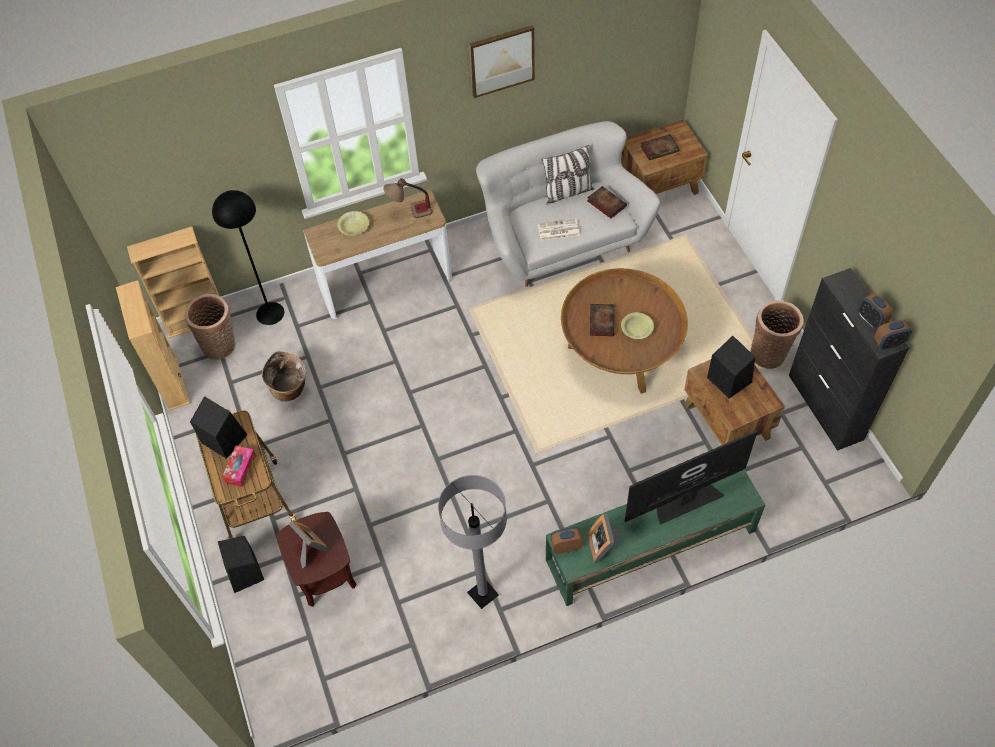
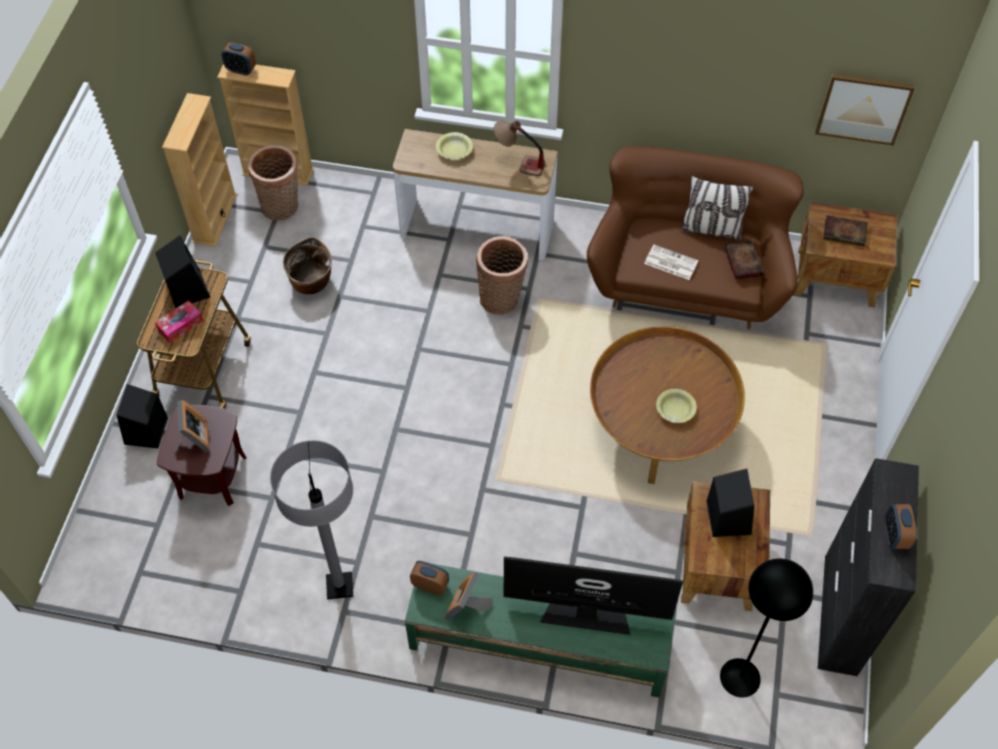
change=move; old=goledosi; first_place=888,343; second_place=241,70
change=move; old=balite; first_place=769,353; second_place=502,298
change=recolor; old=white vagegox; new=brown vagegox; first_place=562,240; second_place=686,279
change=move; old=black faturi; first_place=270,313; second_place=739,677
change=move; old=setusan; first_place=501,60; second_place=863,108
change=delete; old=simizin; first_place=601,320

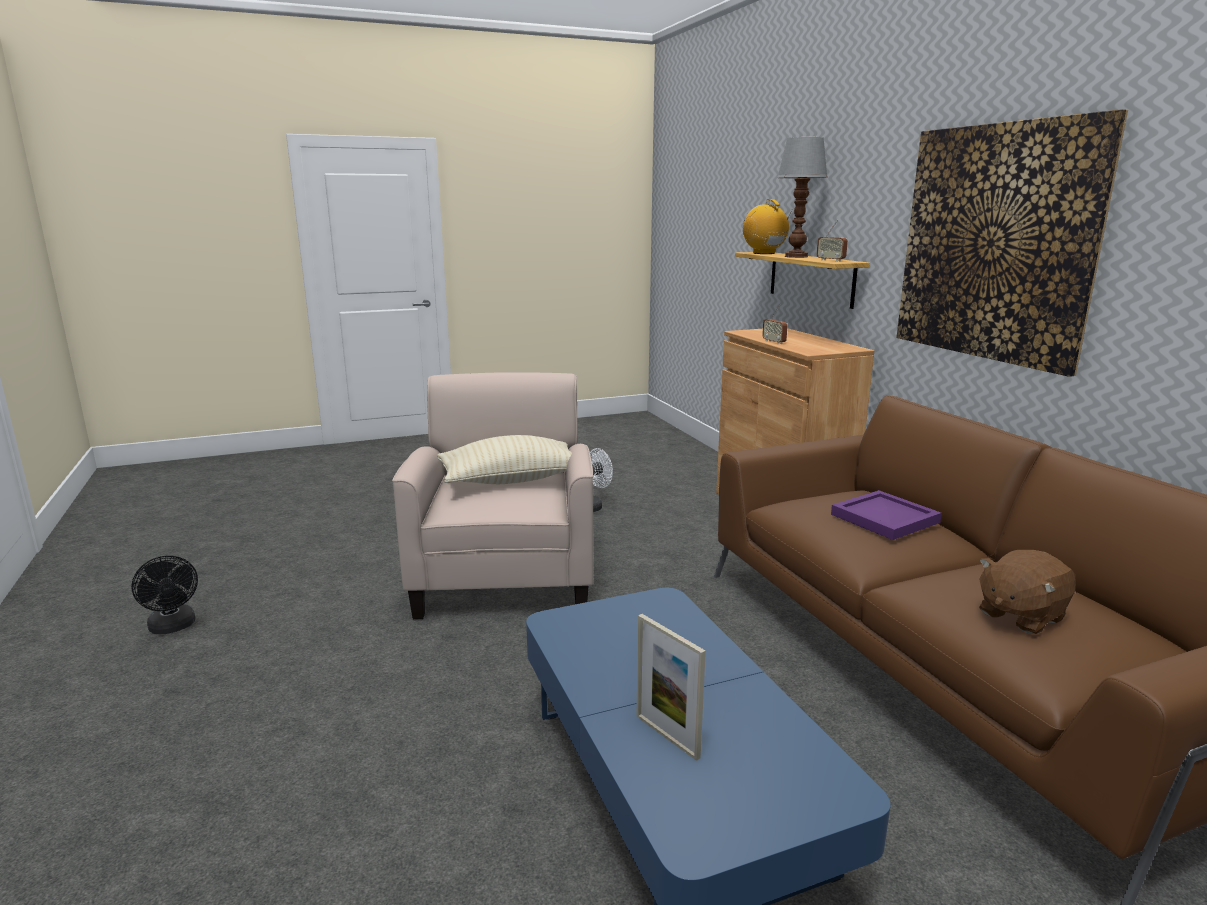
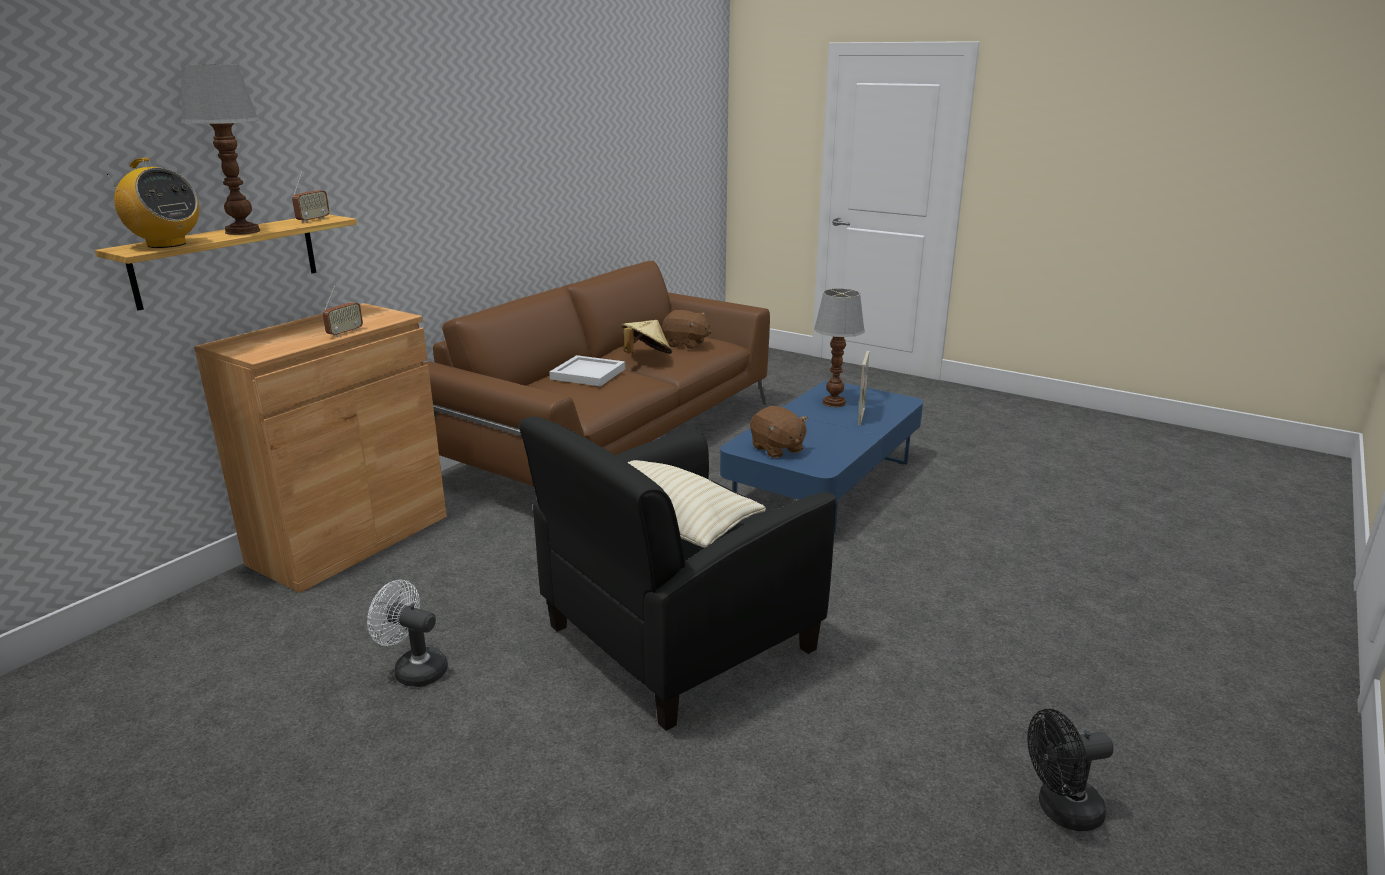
change=rotate; old=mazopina; first_place=764,253; second_place=166,244; degrees=-90
change=recolor; old=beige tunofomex; new=black tunofomex; first_place=505,577; second_place=677,639
change=recolor; old=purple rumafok; new=white rumafok; first_place=885,519; second_place=589,374
change=insert; new=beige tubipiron; second_place=646,356
change=insert; new=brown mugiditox; second_place=777,449
change=insert; new=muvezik; second_place=834,402
change=rotate; old=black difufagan; first_place=173,627; second_place=1060,810; degrees=-120
change=delete; old=setusan; first_place=995,243

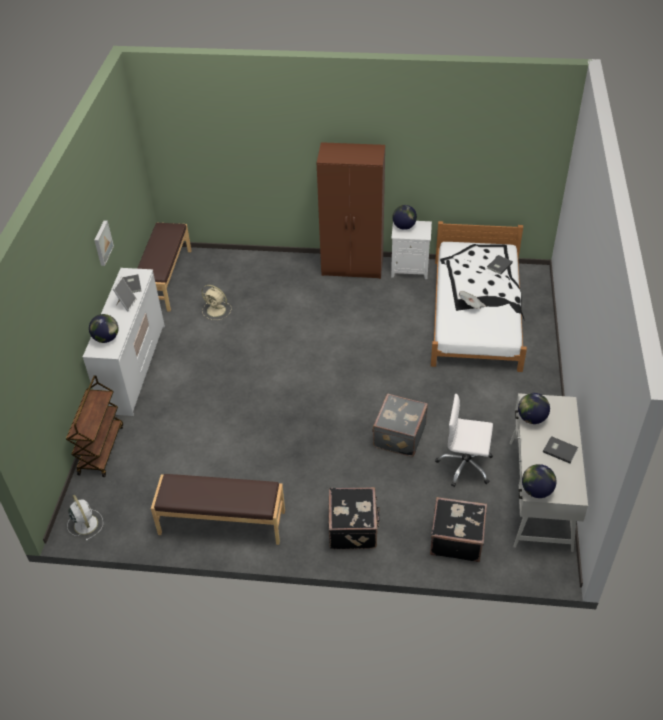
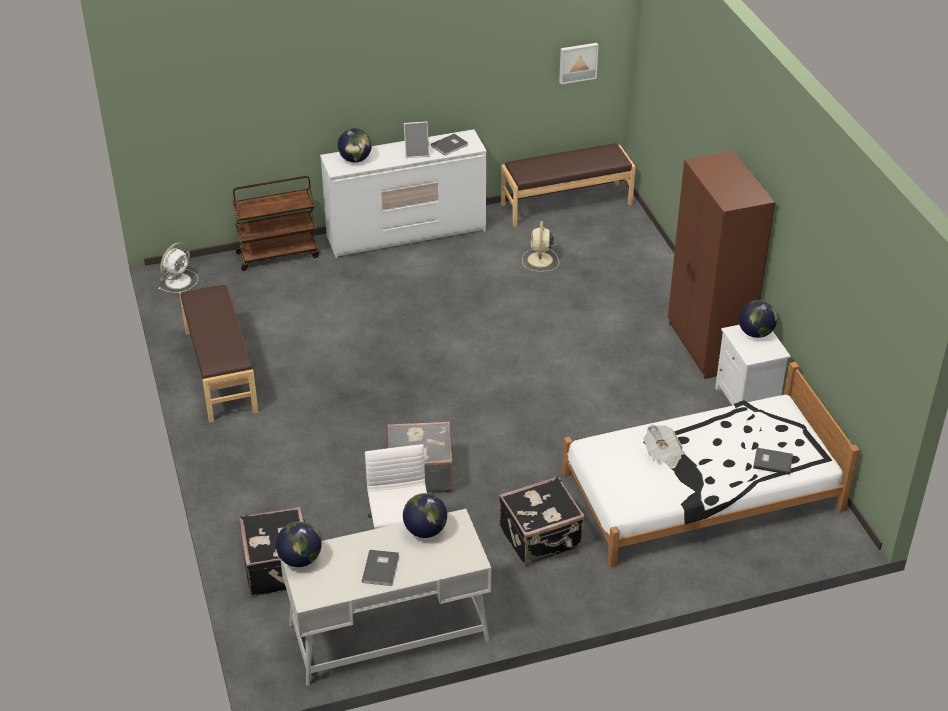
change=move; old=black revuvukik; first_place=354,528; second_place=541,538
change=move; old=setusan; first_place=102,243; second_place=577,62

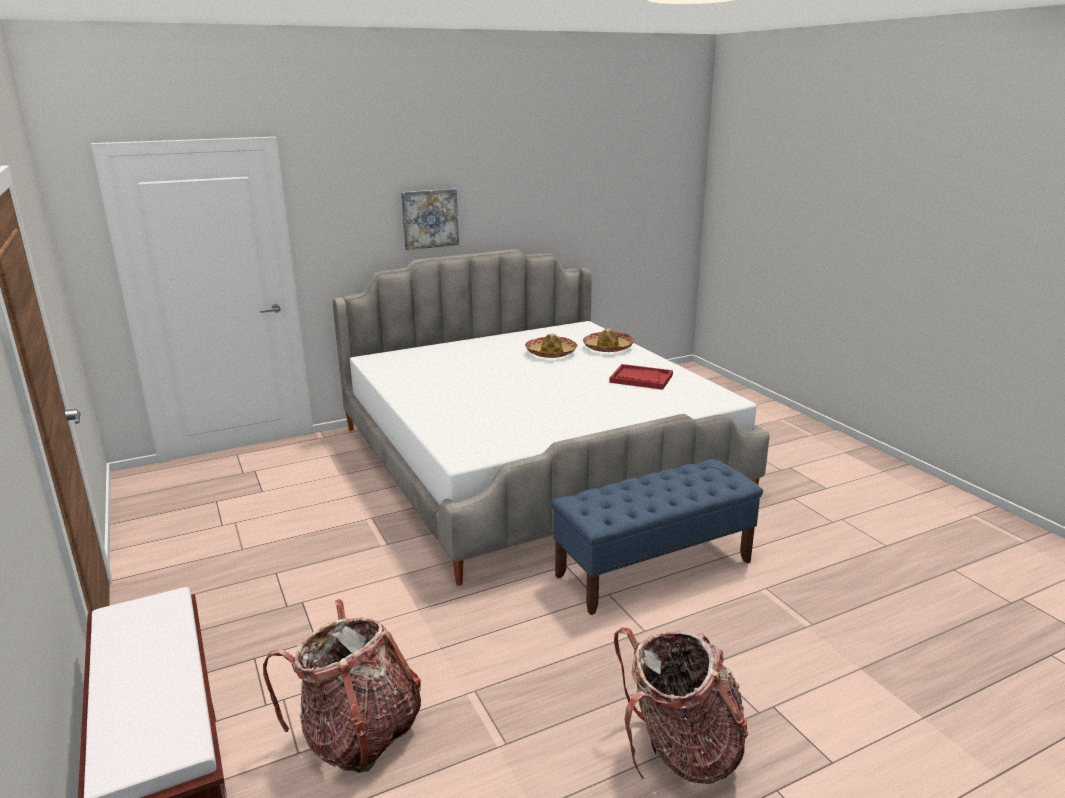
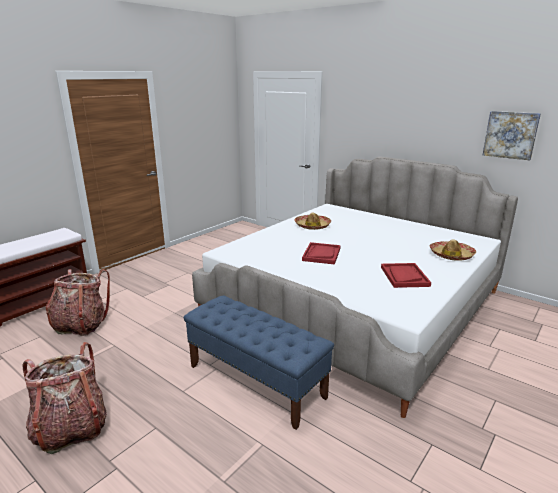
change=move; old=tubipiron; first_place=551,353; second_place=312,226
change=insert; new=red rumafok; second_place=321,254
change=move; old=setusan; first_place=429,218; second_place=510,135

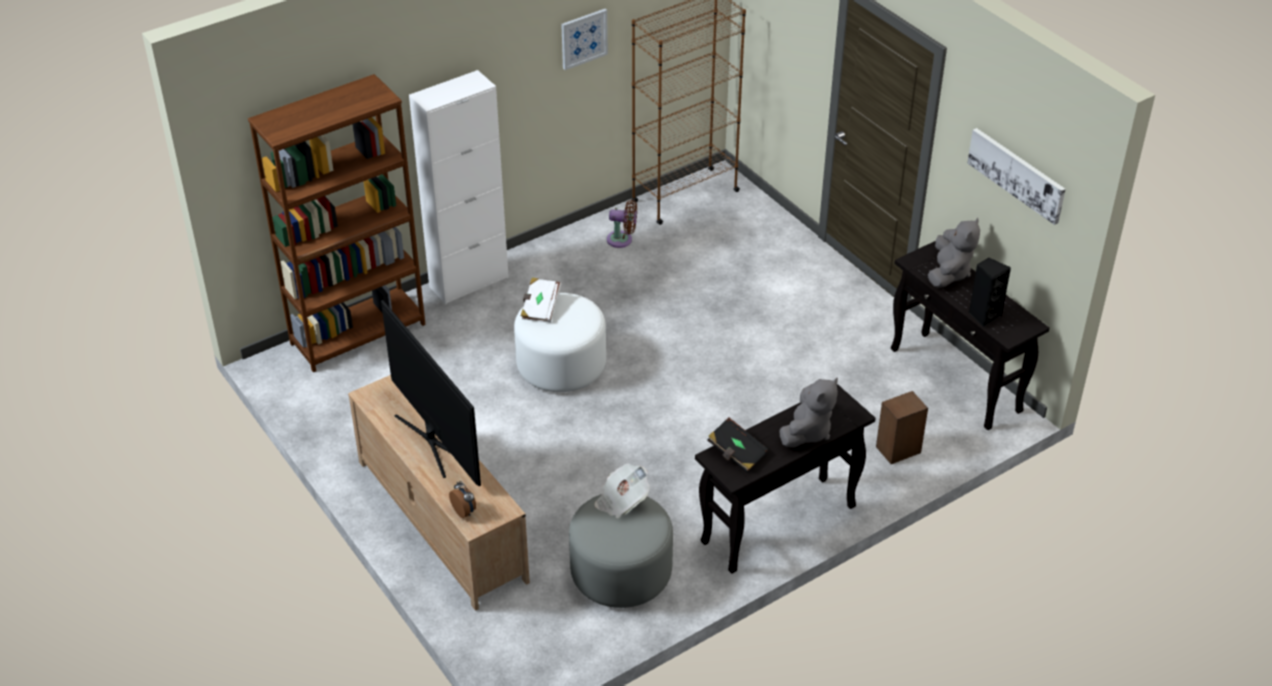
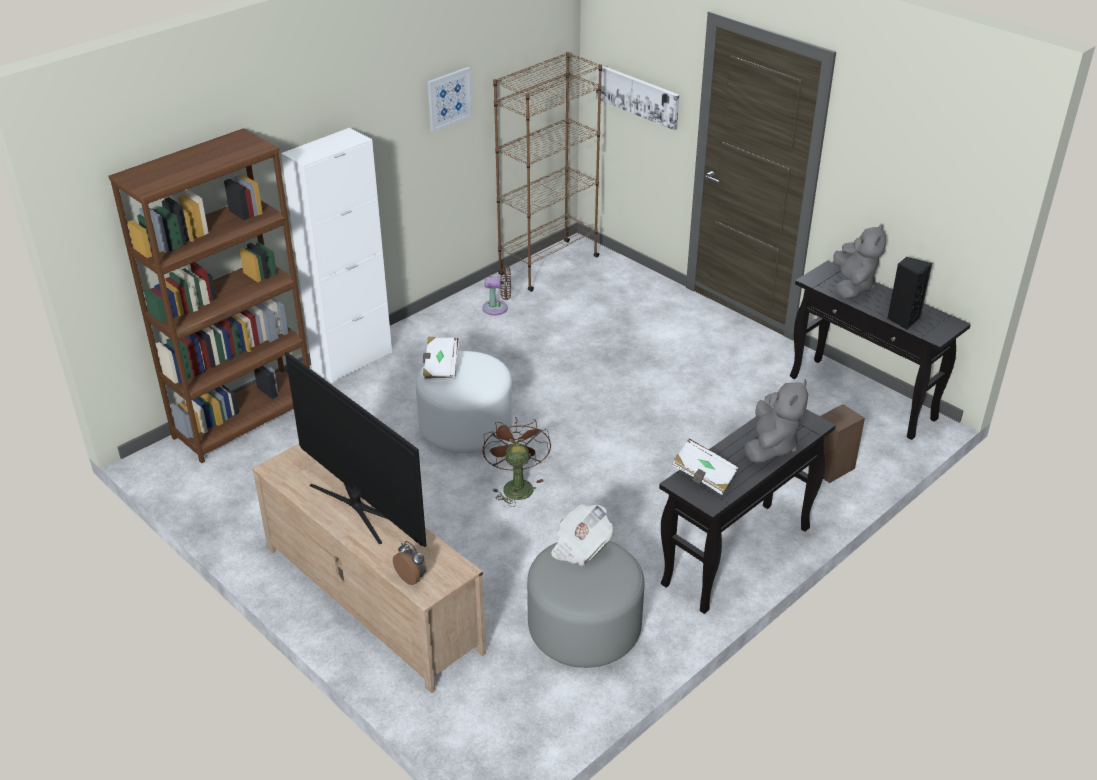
change=insert; new=brown difufagan; second_place=516,485
change=move; old=setusan; first_place=1017,174; second_place=638,96
change=recolor; old=black simizin; new=white simizin; first_place=736,453; second_place=704,476

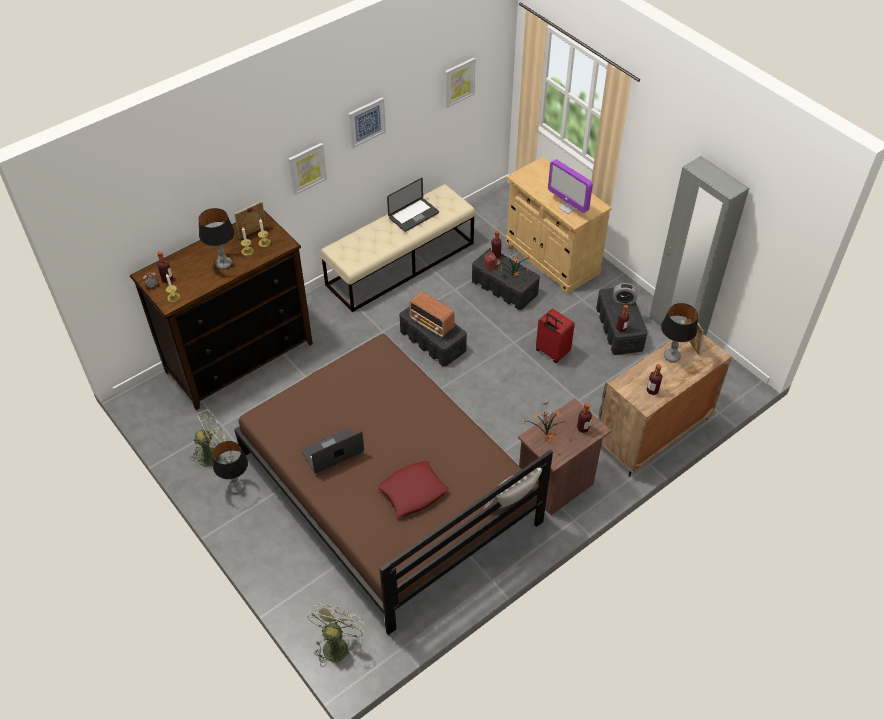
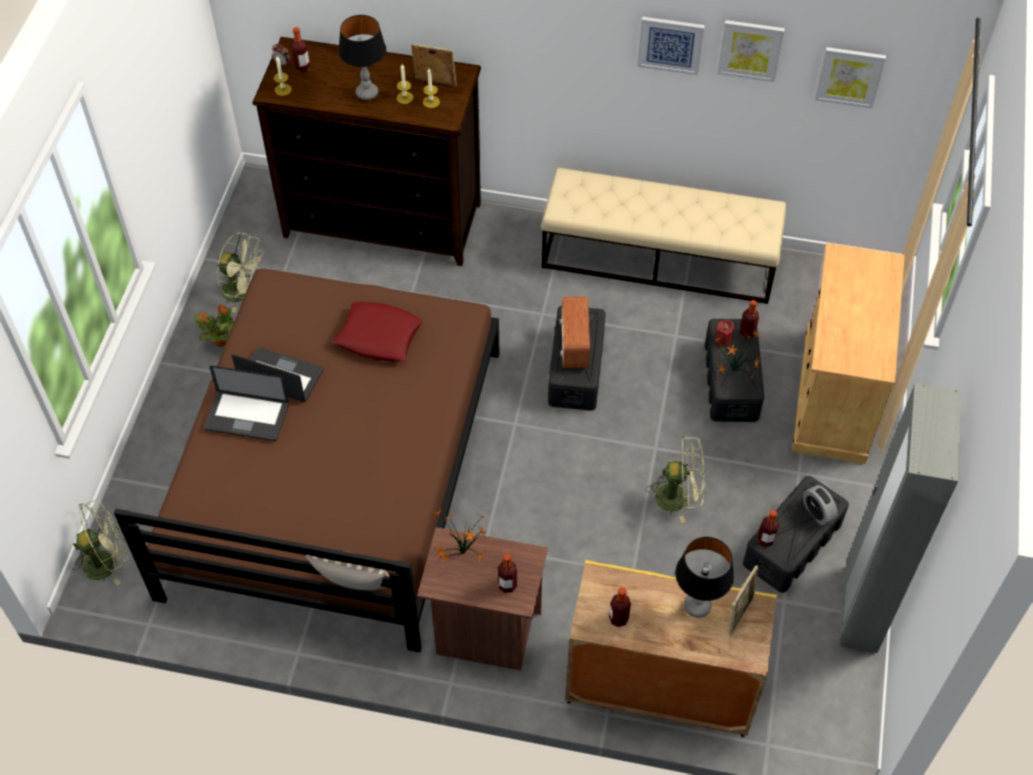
change=replace; old=muvezik; new=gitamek; first_place=237,487; second_place=220,341
change=move; old=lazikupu; first_place=413,215; second_place=247,417
change=move; old=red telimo; first_place=413,492; second_place=378,337
change=recolor; old=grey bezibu; new=yellow bezibu; first_place=652,433; second_place=659,687
change=replace; old=red revuvukik; new=green difufagan; first_place=551,352; second_place=679,497
change=move; old=setusan; first_place=307,168; second_place=750,50
change=delete; old=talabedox; first_place=568,207

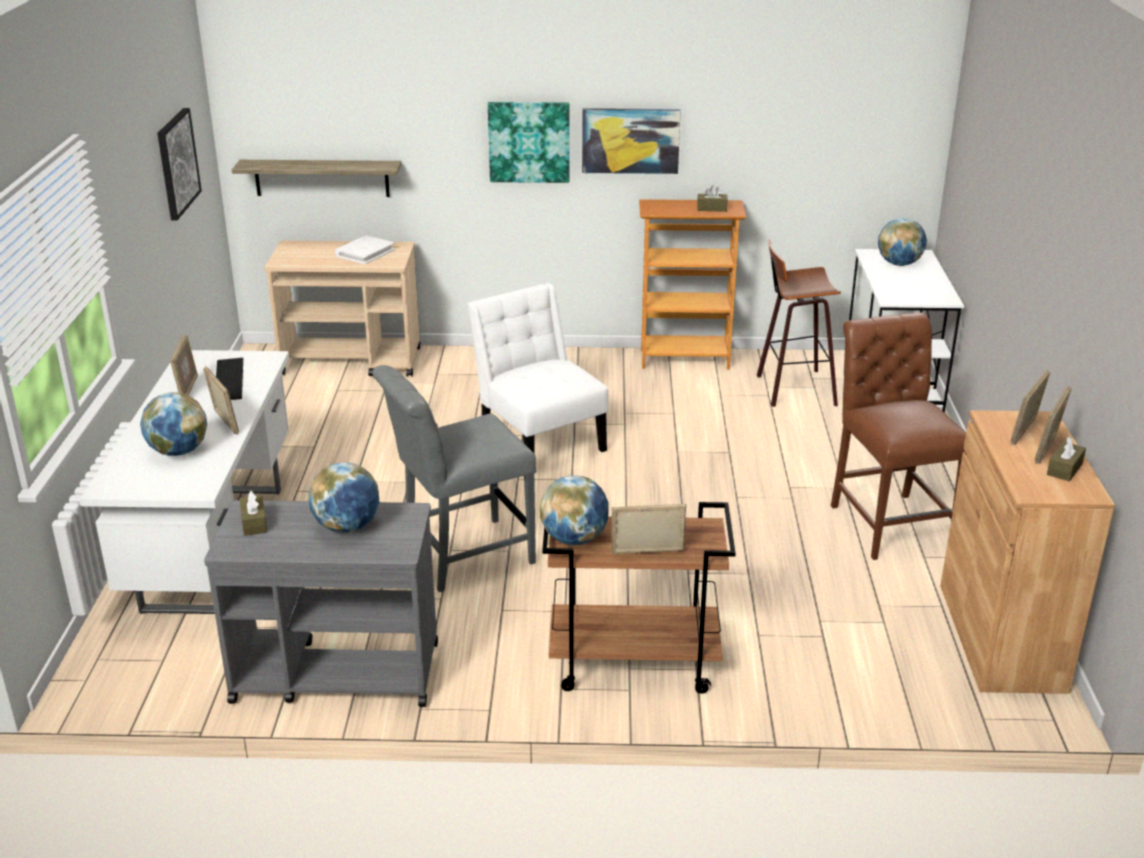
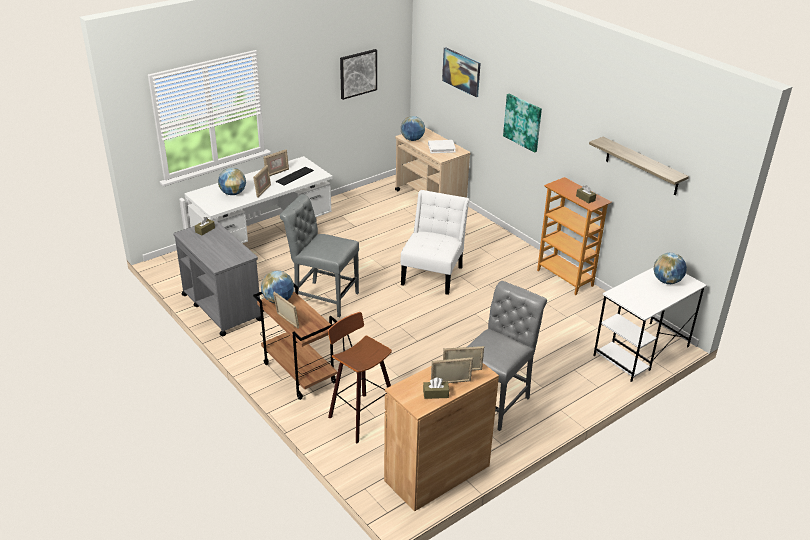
change=move; old=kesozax; first_place=793,389; second_place=360,416
change=move; old=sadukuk; first_place=347,527; second_place=412,139
change=move; old=setusan; first_place=630,140; second_place=461,71
change=recolor; old=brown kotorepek; new=grey kotorepek; first_place=888,521; second_place=496,401
change=move; old=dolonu; first_place=322,178; second_place=642,166

